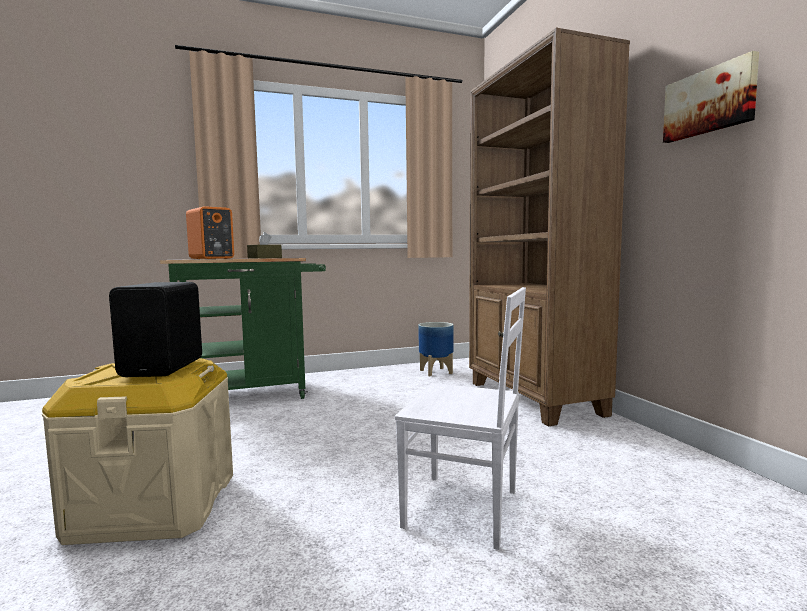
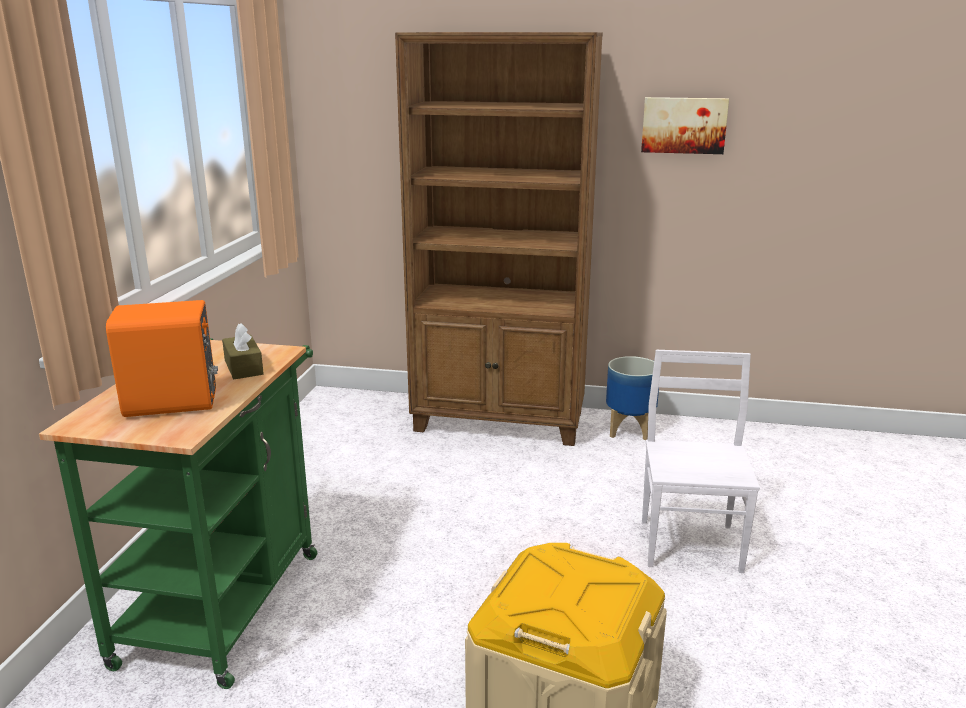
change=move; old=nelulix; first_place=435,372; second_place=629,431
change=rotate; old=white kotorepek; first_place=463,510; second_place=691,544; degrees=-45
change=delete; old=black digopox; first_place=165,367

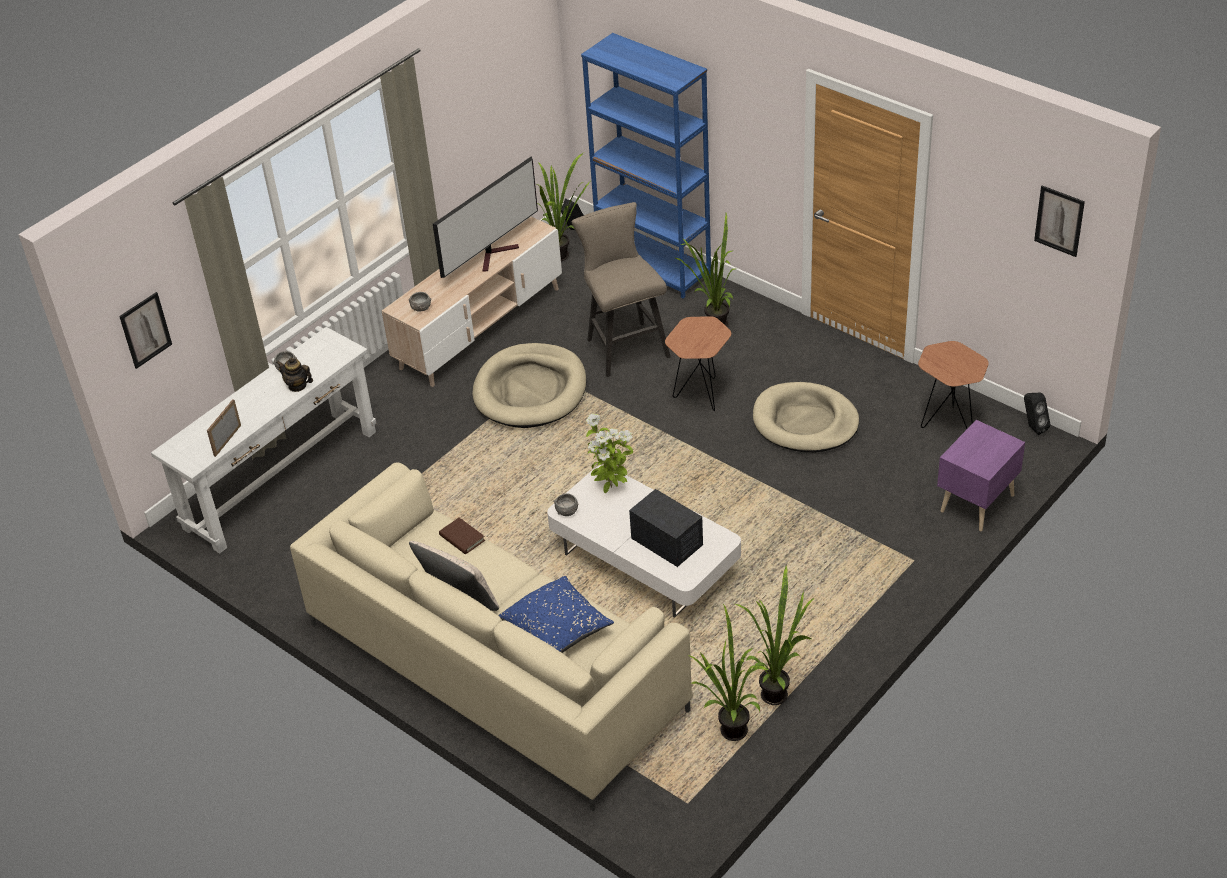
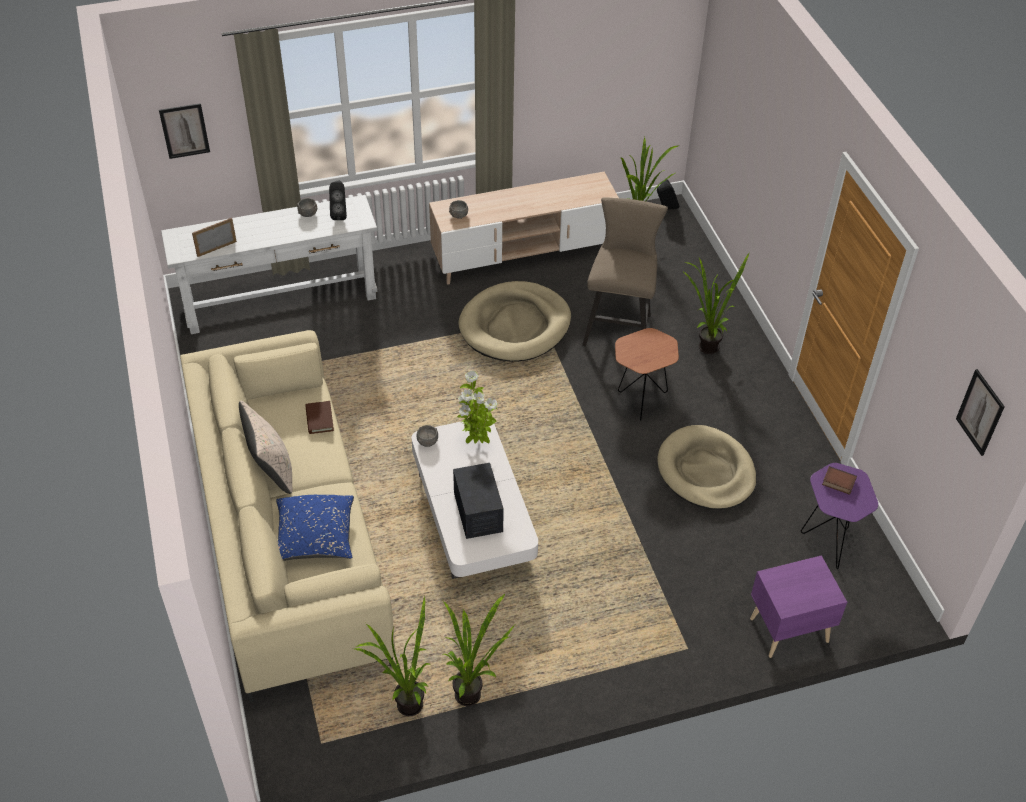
change=move; old=black digopox; first_place=1033,427; second_place=340,214
change=recolor; old=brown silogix; new=purple silogix; first_place=947,423; second_place=827,541
change=insert; new=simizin; second_place=838,483
change=delete; old=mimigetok; first_place=297,386
change=delete; old=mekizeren; first_place=495,254
change=delete; old=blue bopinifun; first_place=654,267

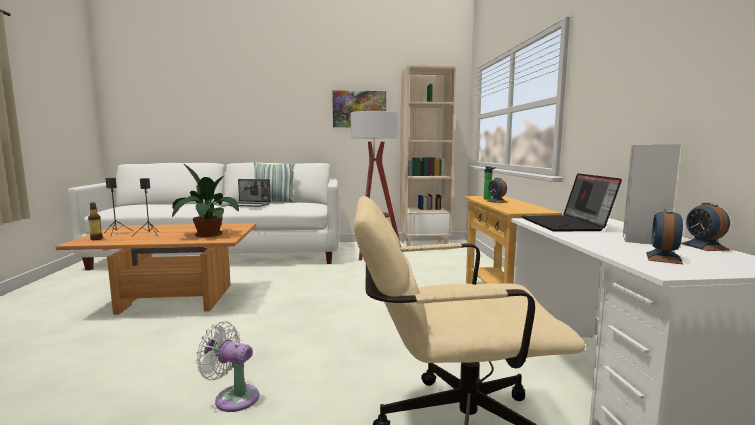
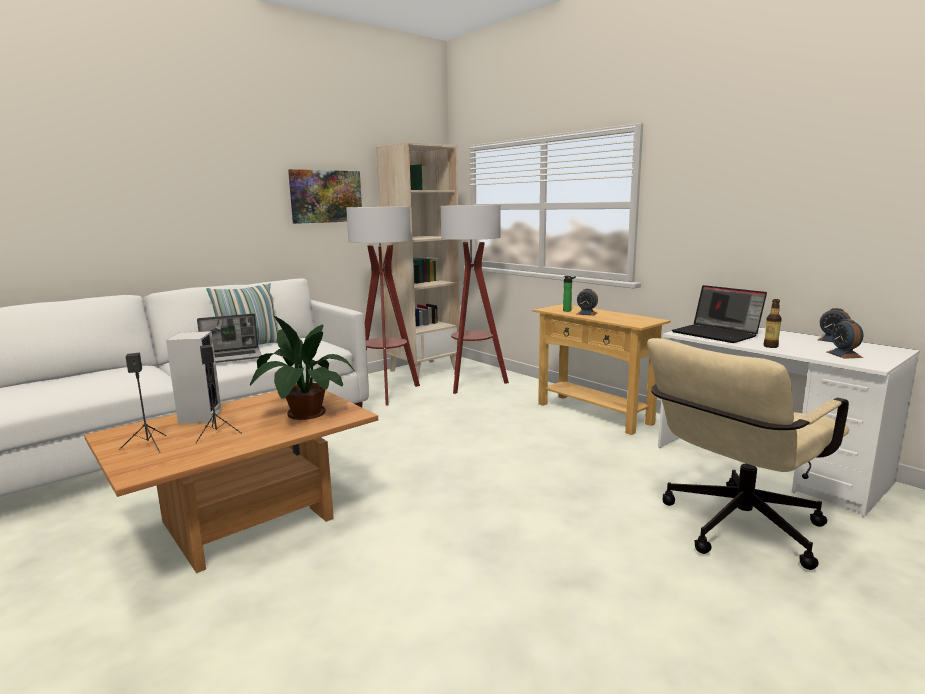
change=move; old=digopox; first_place=642,239; second_place=200,416
change=insert; new=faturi; second_place=472,383
change=move; old=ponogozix; first_place=96,239; second_place=770,346
change=delete; old=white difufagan; first_place=233,397

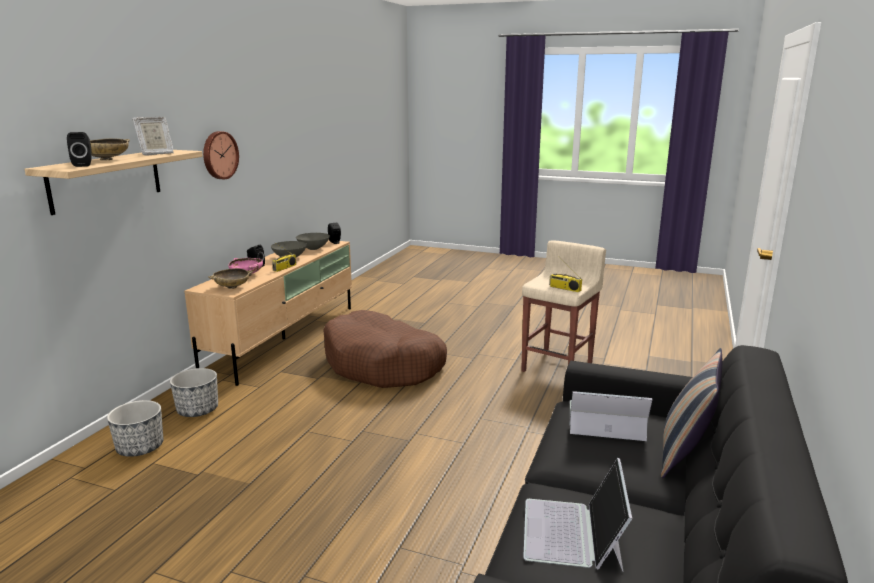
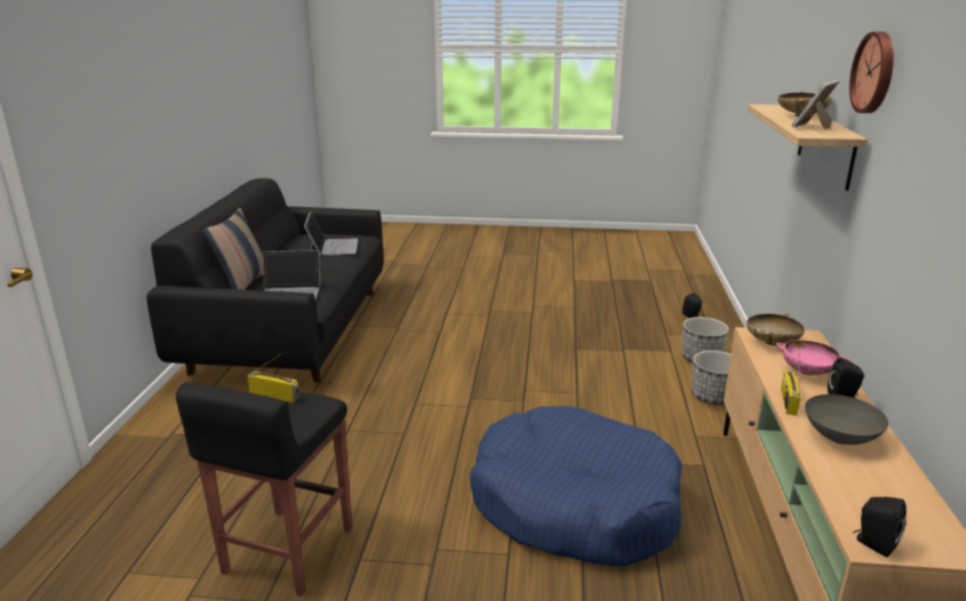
change=recolor; old=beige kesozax; new=black kesozax; first_place=558,366; second_place=287,551
change=recolor; old=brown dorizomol; new=blue dorizomol; first_place=383,365; second_place=574,504
change=move; old=black digopox; first_place=84,165; second_place=692,316
change=move; old=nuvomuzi; first_place=219,155; second_place=875,73
change=delete; old=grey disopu; first_place=313,248

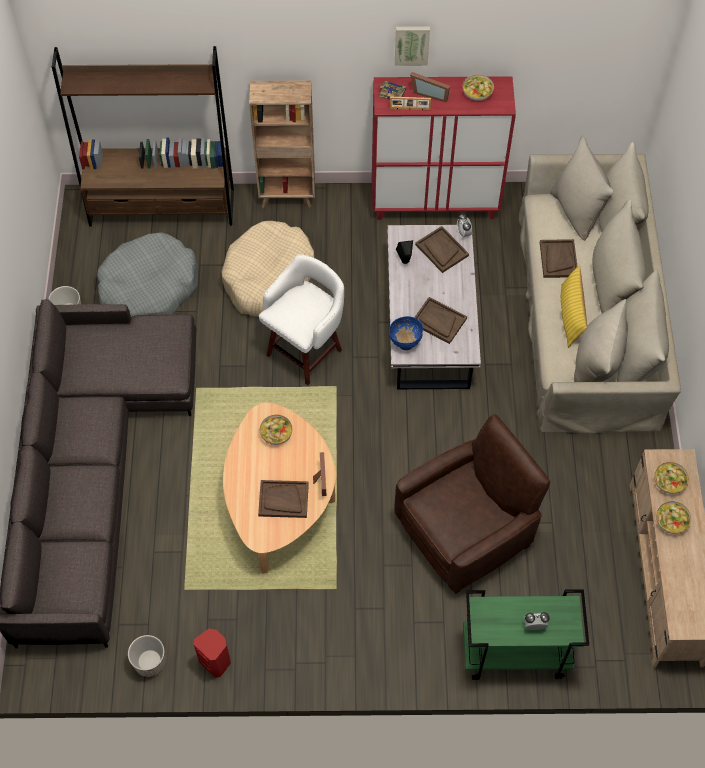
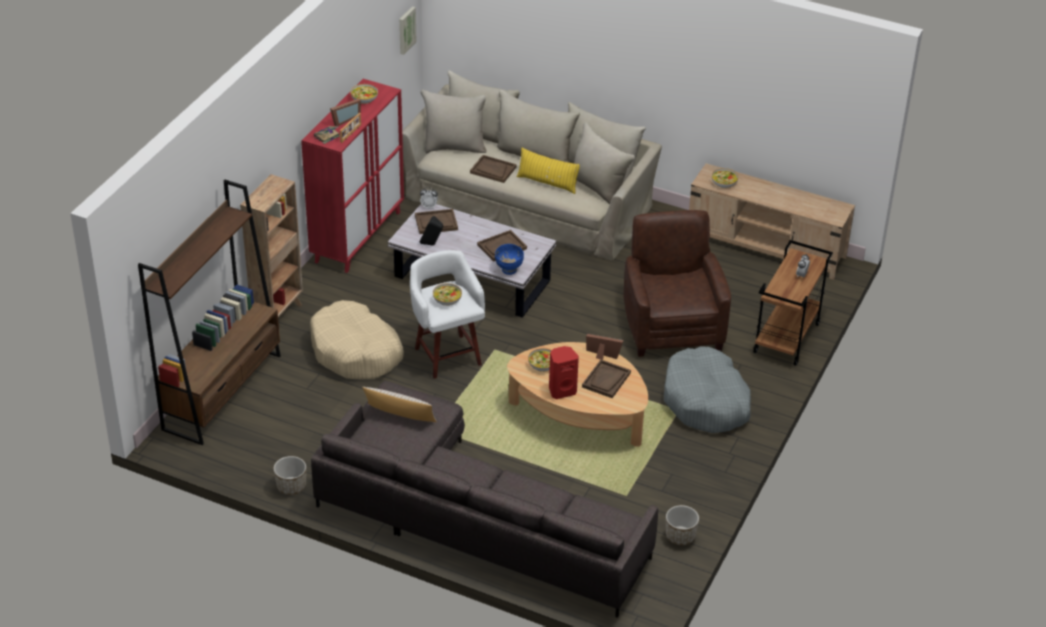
change=insert; new=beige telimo; second_place=400,416
change=move; old=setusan; first_place=411,44; second_place=406,30
change=move; old=disopu; first_place=671,521; second_place=447,299
change=move; old=red digopox; first_place=216,661; second_place=561,390
change=move; old=grey dorizomol; first_place=148,288; second_place=706,401
change=recolor; old=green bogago; new=brown bogago; first_place=514,654; second_place=787,339

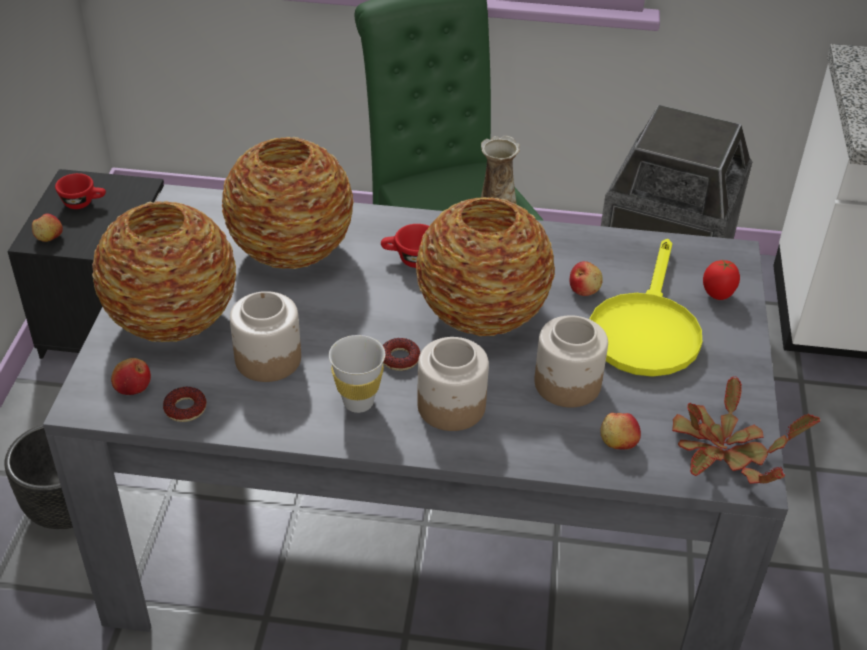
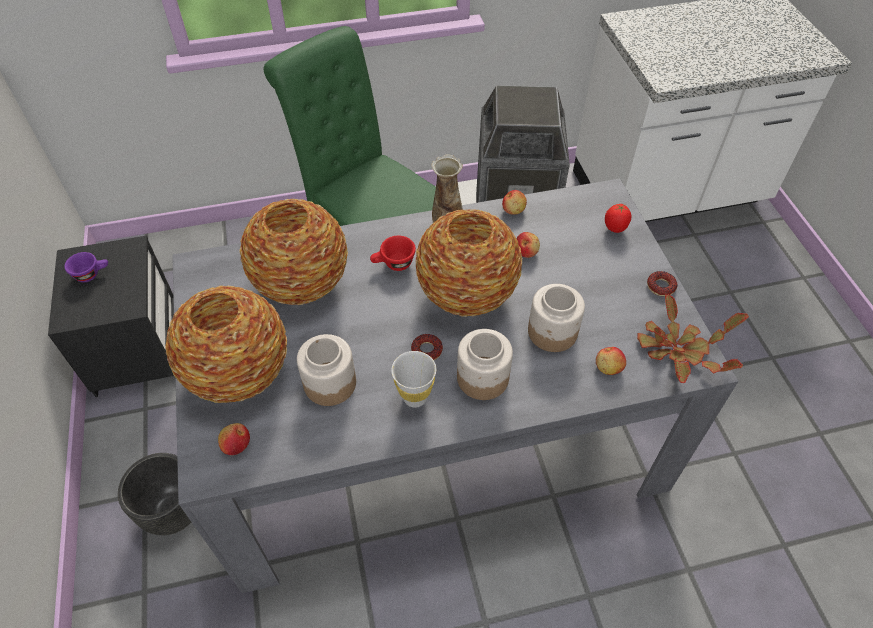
change=recolor; old=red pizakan; new=purple pizakan; first_place=84,203; second_place=92,274
change=move; old=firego; first_place=49,237; second_place=513,210
change=move; old=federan; first_place=185,408; second_place=661,286
change=delete; old=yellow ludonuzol; first_place=645,329

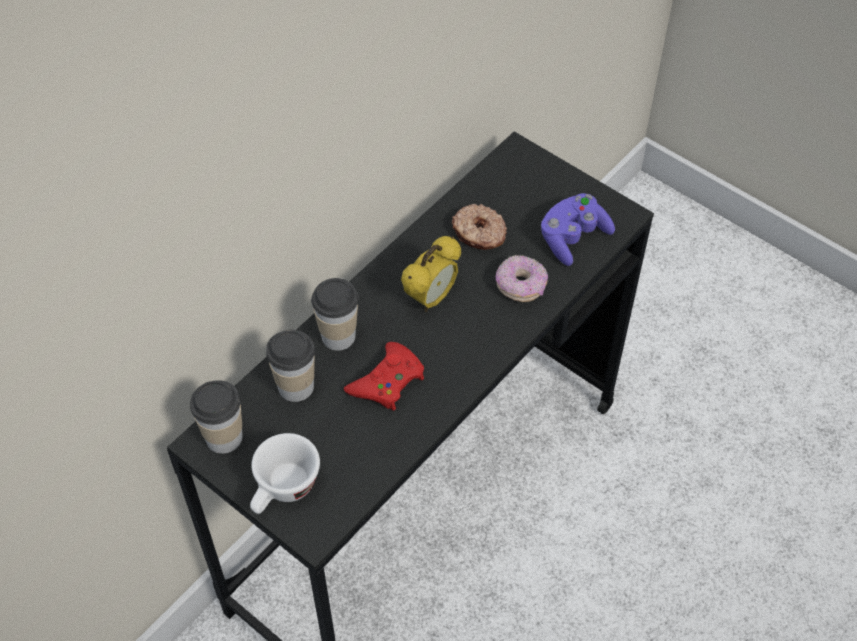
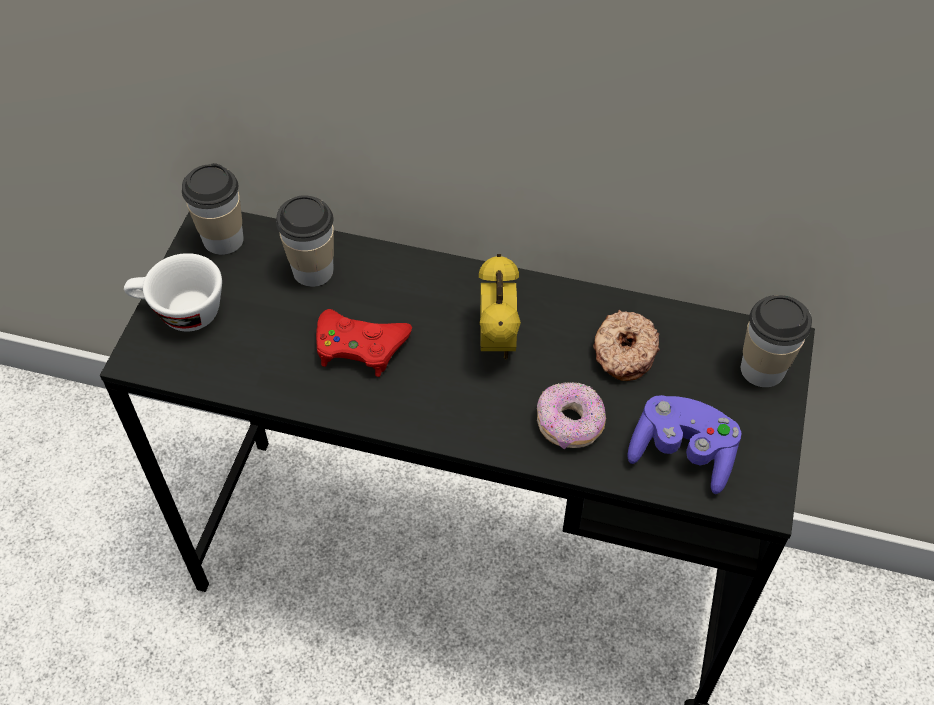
change=rotate; old=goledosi; first_place=431,298; second_place=497,342; degrees=-105
change=move; old=pizakan; first_place=338,336; second_place=762,369

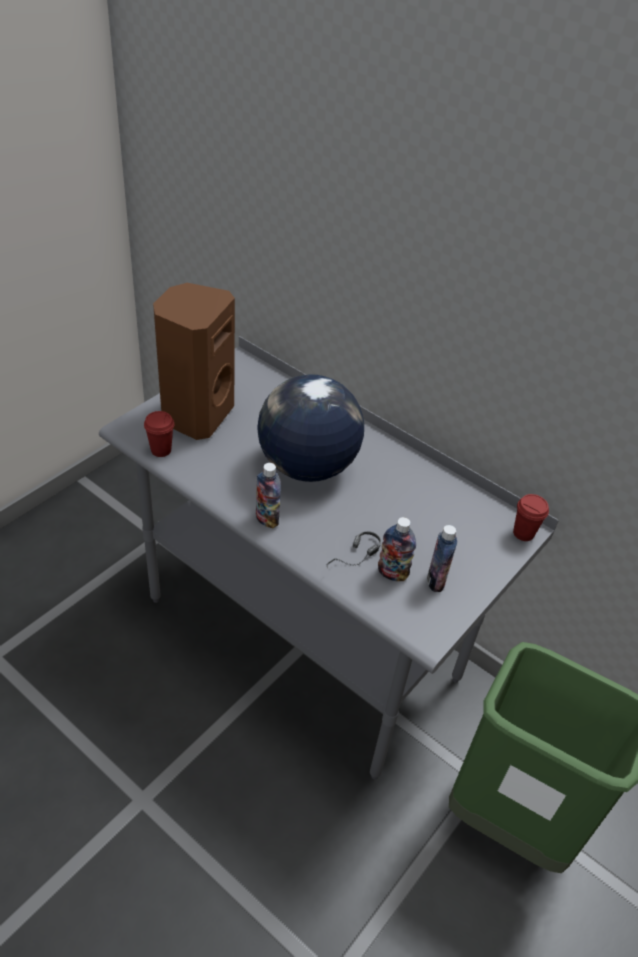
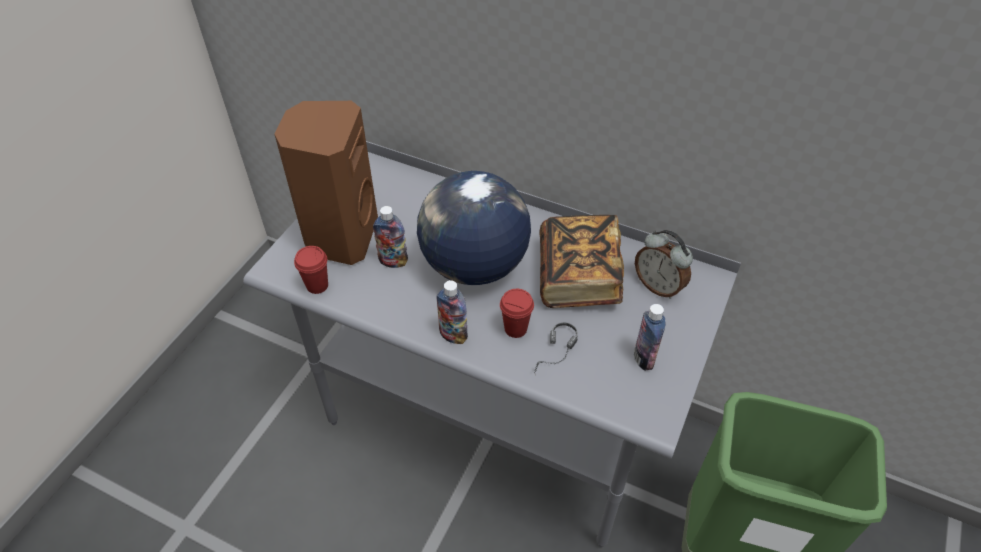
change=move; old=ponogozix; first_place=392,573; second_place=393,261
change=move; old=red pizakan; first_place=523,533; second_place=515,329
change=insert; new=simizin; second_place=578,277
change=insert; new=goledosi; second_place=658,286

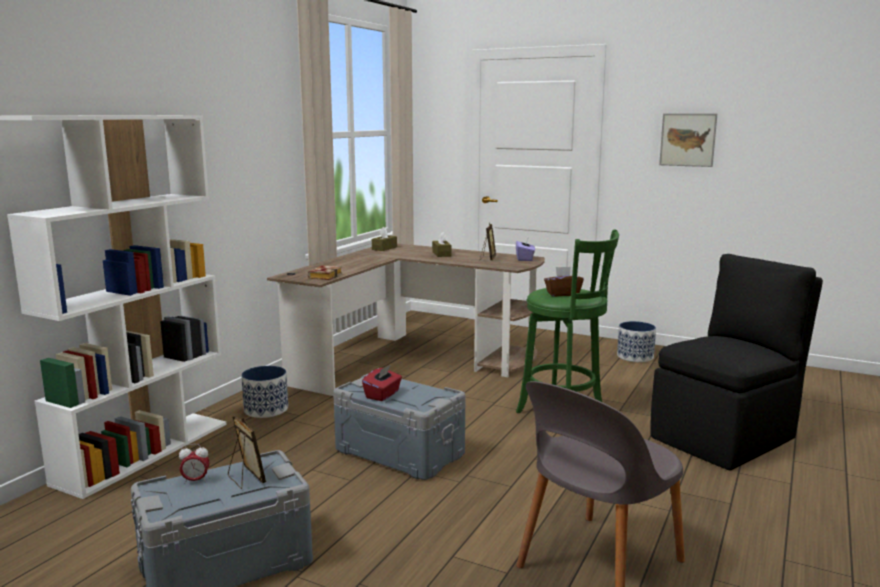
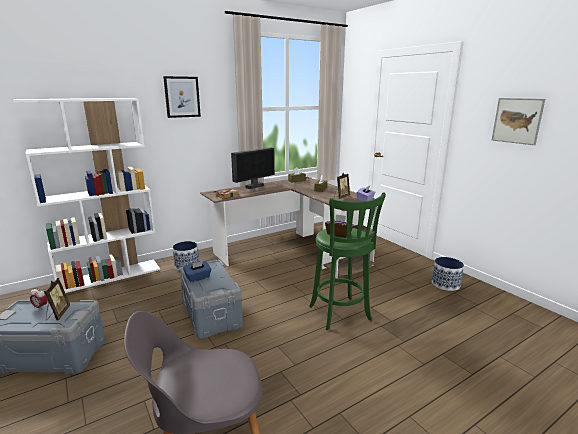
change=insert; new=setusan; second_place=182,97
change=recolor; old=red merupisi; new=blue merupisi; first_place=382,395; second_place=198,278
change=insert; new=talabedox; second_place=254,186
change=delete; old=black kotorepek; first_place=725,437

